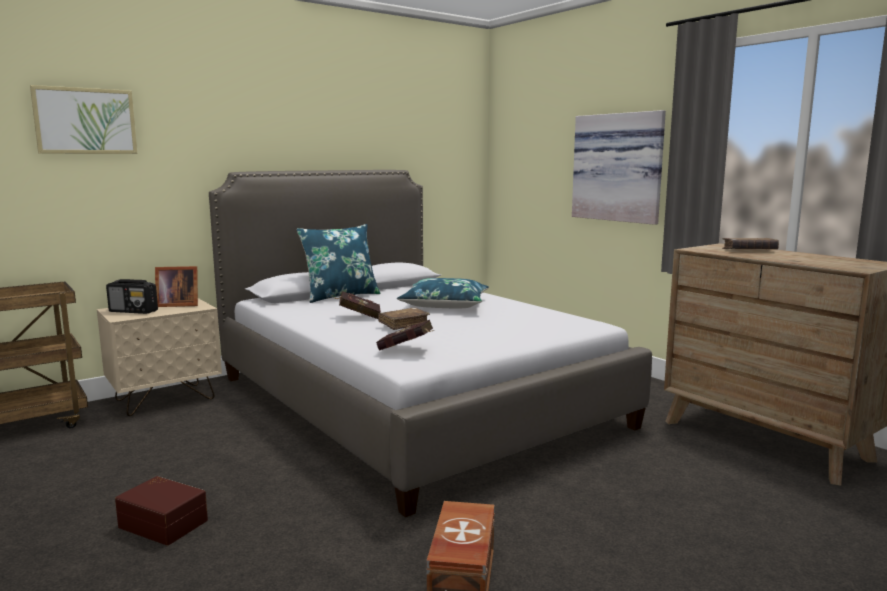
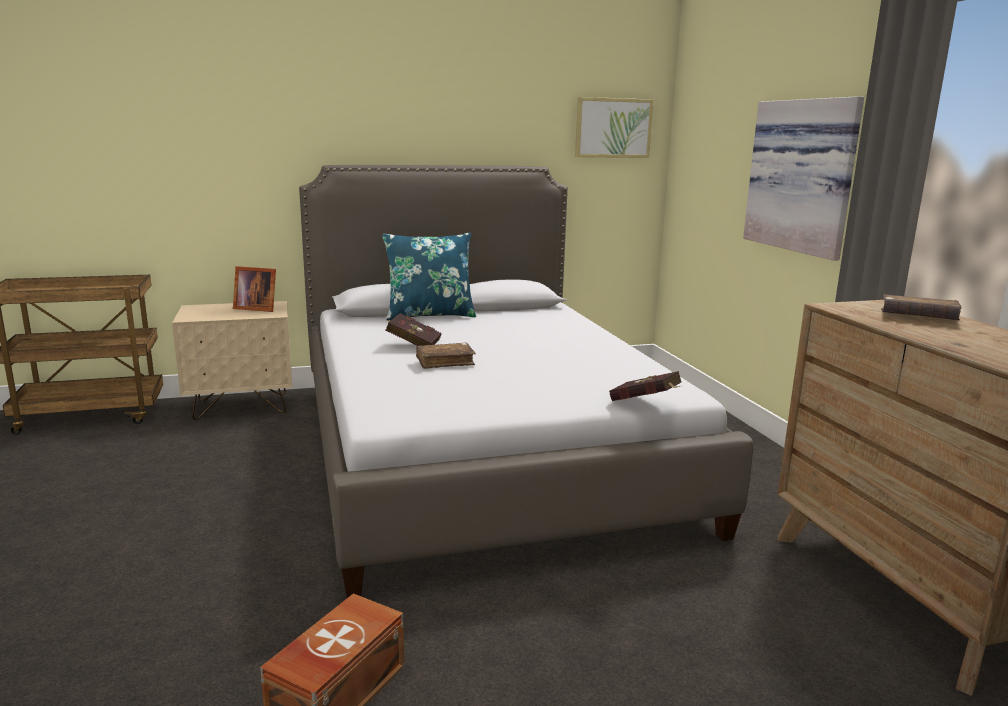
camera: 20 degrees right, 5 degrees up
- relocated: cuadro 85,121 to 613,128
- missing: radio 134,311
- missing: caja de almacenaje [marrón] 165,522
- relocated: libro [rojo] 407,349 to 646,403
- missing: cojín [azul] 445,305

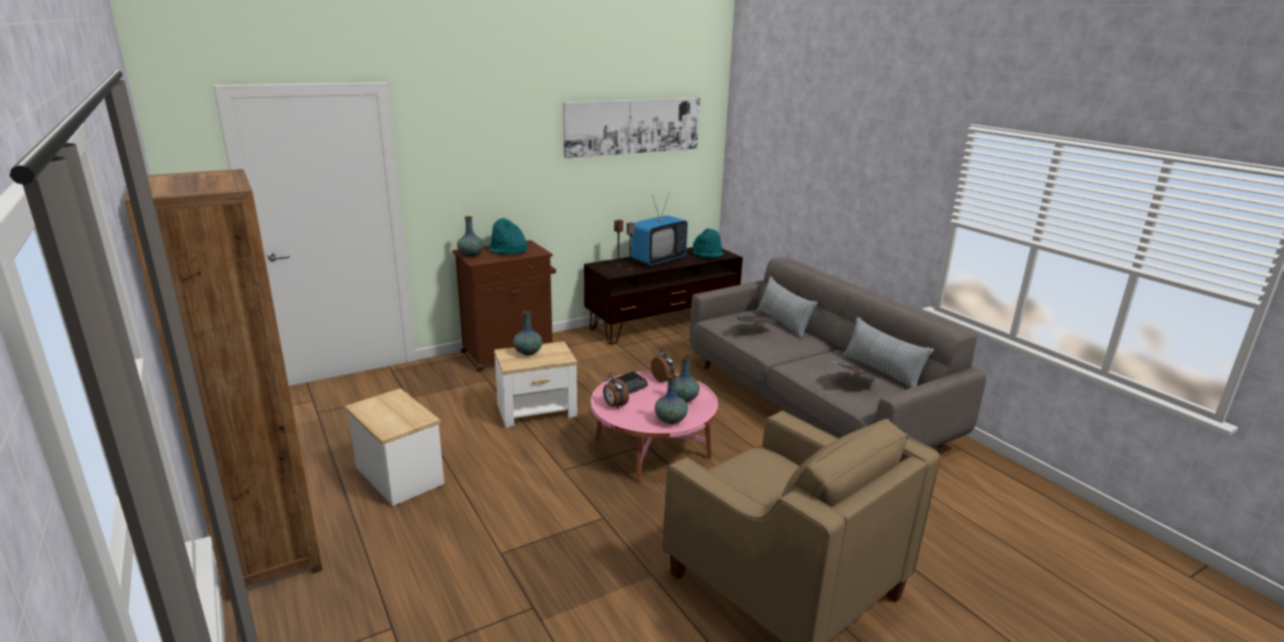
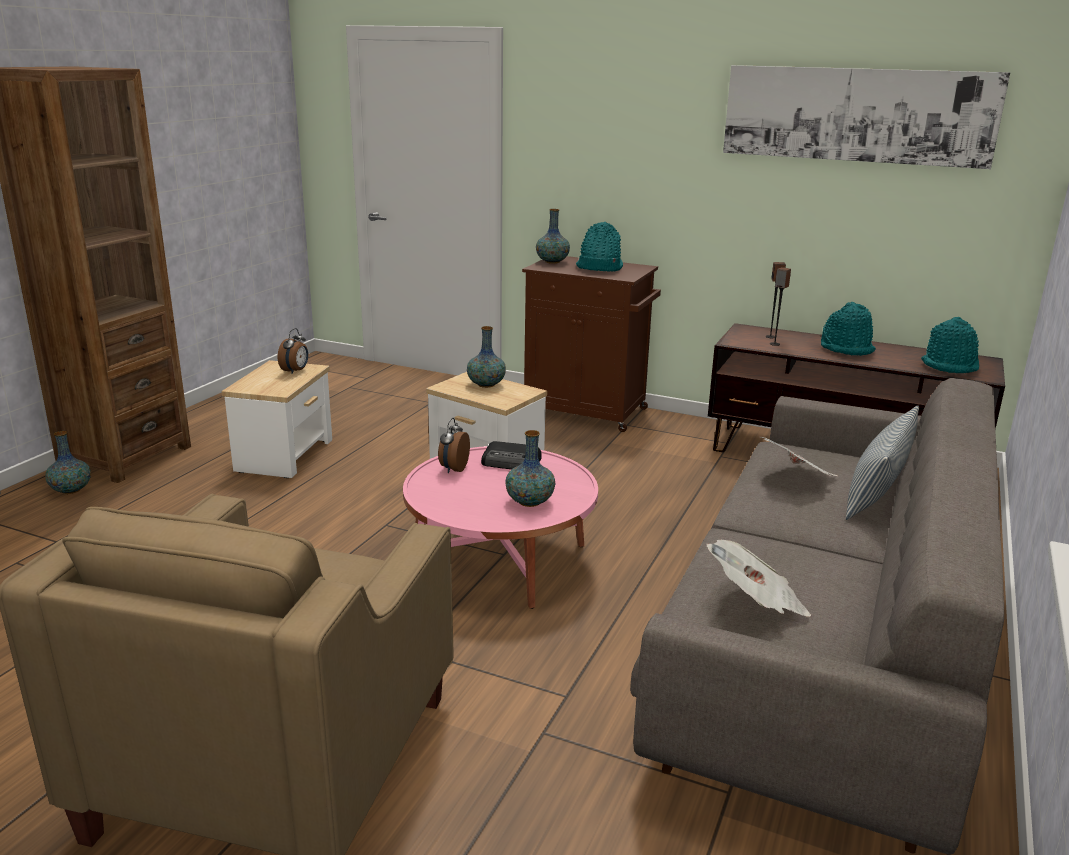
camera: 55 degrees right, 0 degrees up
- exchanged: televisor 658,260 to sombrero [turquesa] 847,348
- relocated: despertador 663,379 to 295,371
- relocated: florero 670,420 to 71,490
- missing: cojín 881,371

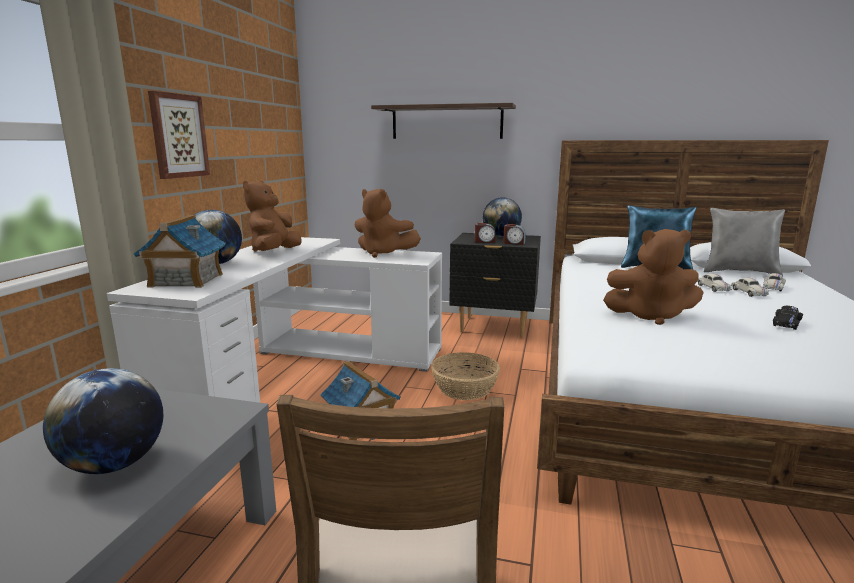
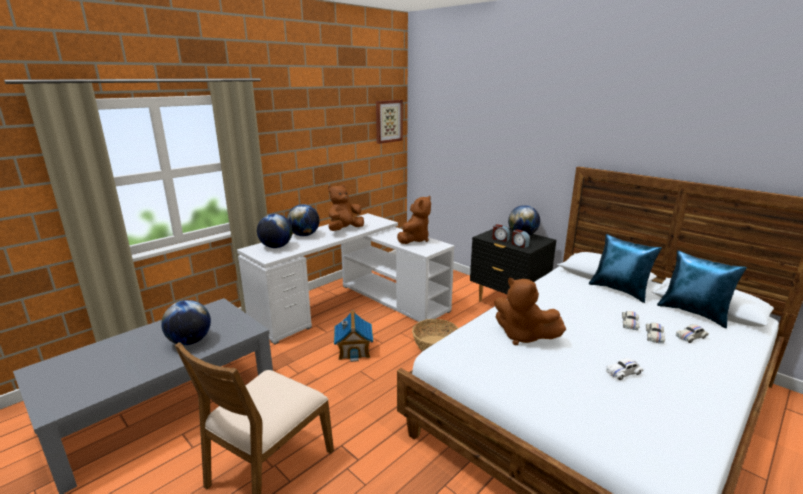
camera: 30 degrees right, 5 degrees up
- exchanged: casita 186,280 to globo terráqueo 276,247
- relocated: cuadro 178,136 to 388,121
- spun: peluche [marrón] 383,254 = 414,239 120 degrees counterclockwise
- missing: estante 446,122
- colour: cojín [gris] 740,272 to cojín [azul] 694,313
- colour: coche de juguete [negro] 786,324 to coche de juguete [blanco] 623,373

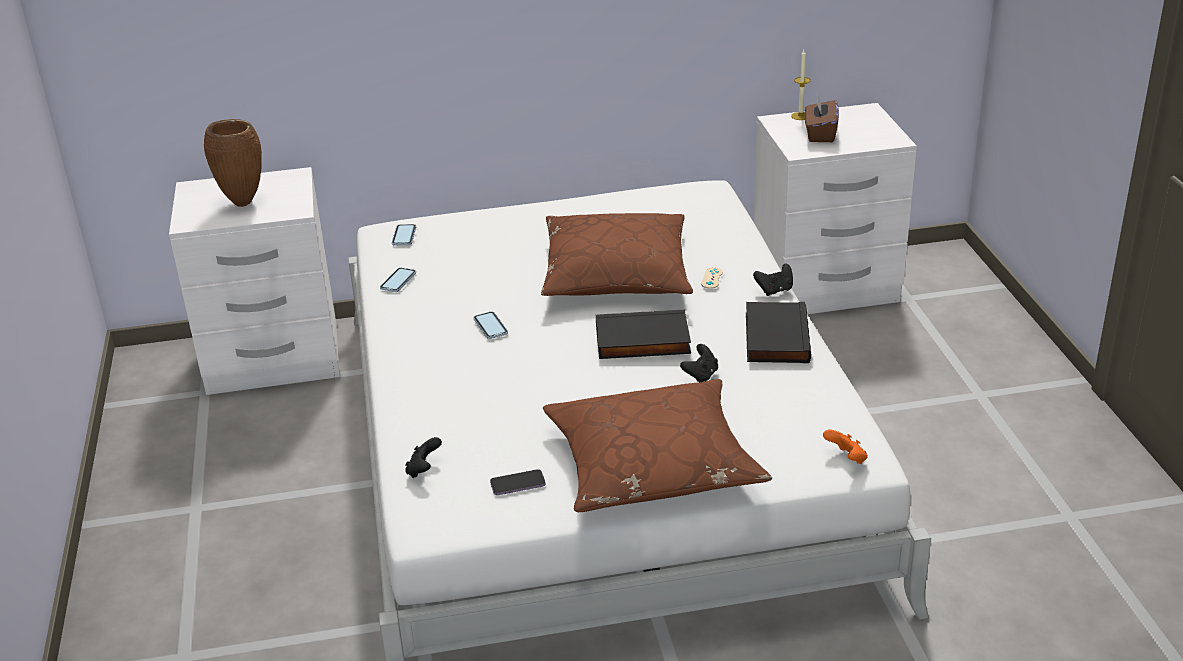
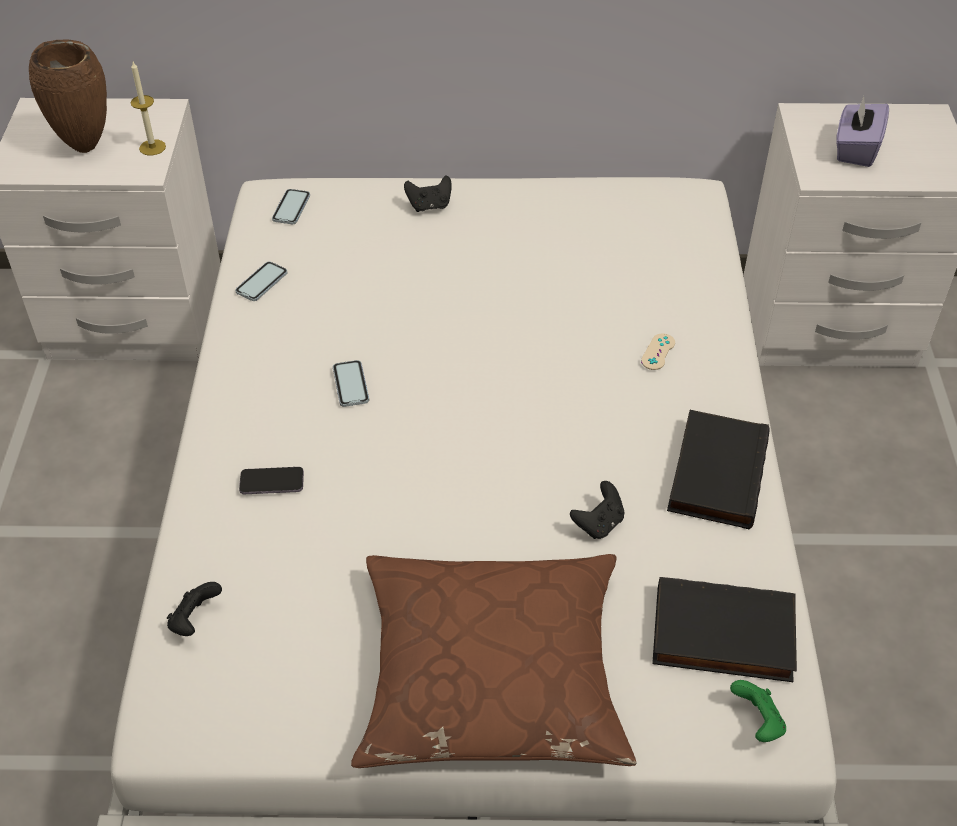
camera: 10 degrees right, 15 degrees up
- relocated: móvil 518,484 to 272,482
- missing: cojín [marrón] 616,273
- relocated: libro [negro] 642,341 to 721,637
- relocated: mando de consola [negro] 775,290 to 429,206
- relocated: vela 800,116 to 152,147
- colour: caja de pañuelos [marrón] 820,134 to caja de pañuelos [morado] 855,149
- colour: mando de consola [naranja] 846,459 to mando de consola [verde] 757,722

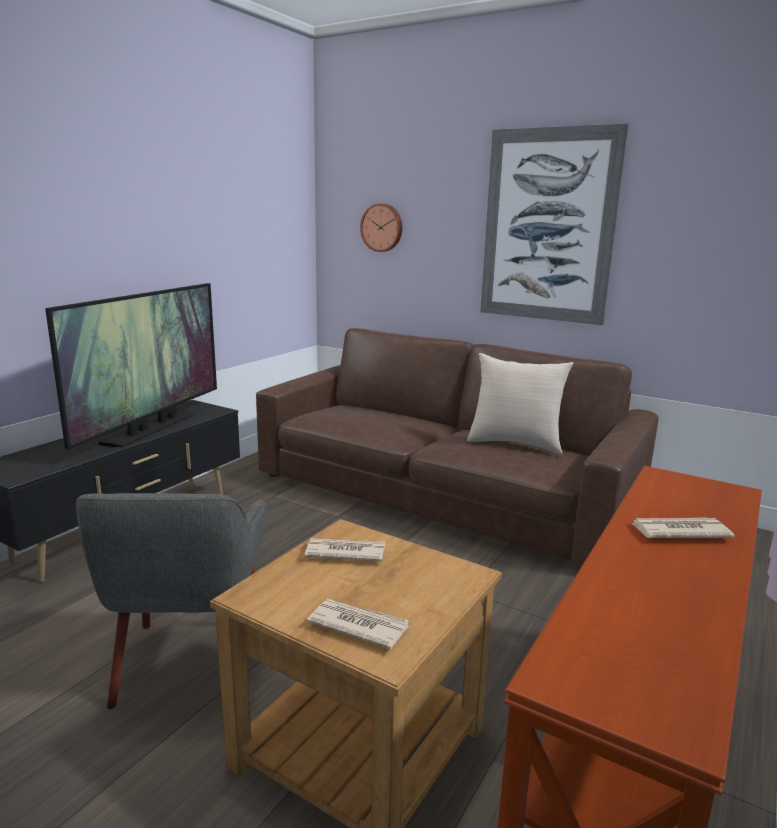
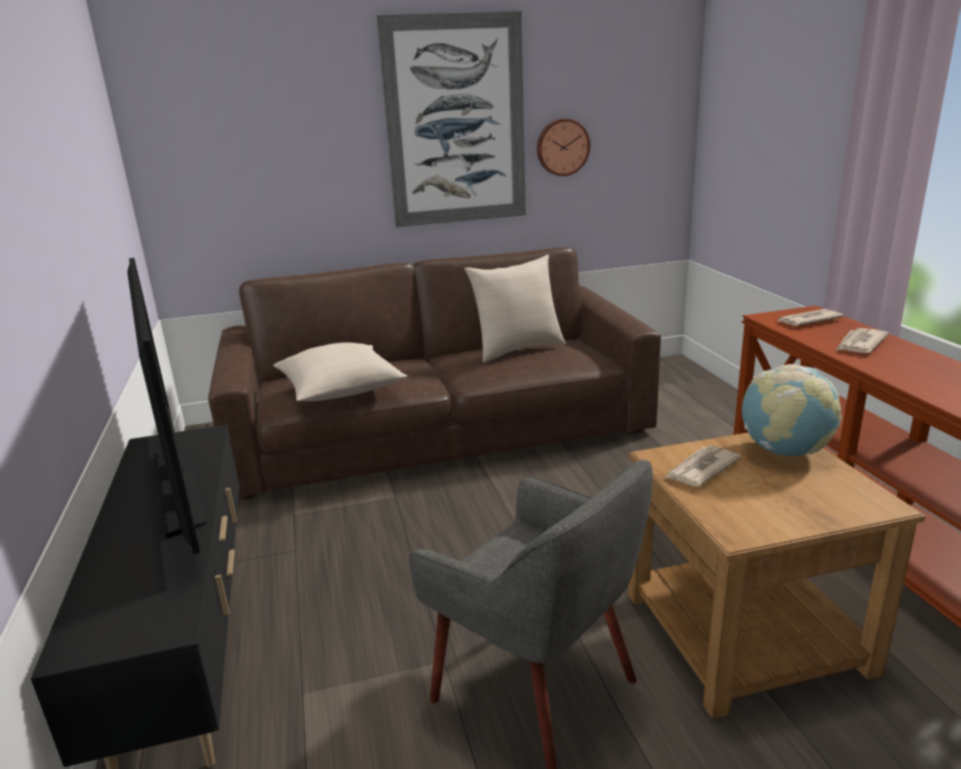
camera: 45 degrees left, 5 degrees up
- relocated: periódico 358,625 to 807,320
- relocated: reloj de pared 382,227 to 562,147
- appeared: cojín [beis] 340,389
- appeared: globo terráqueo 784,451

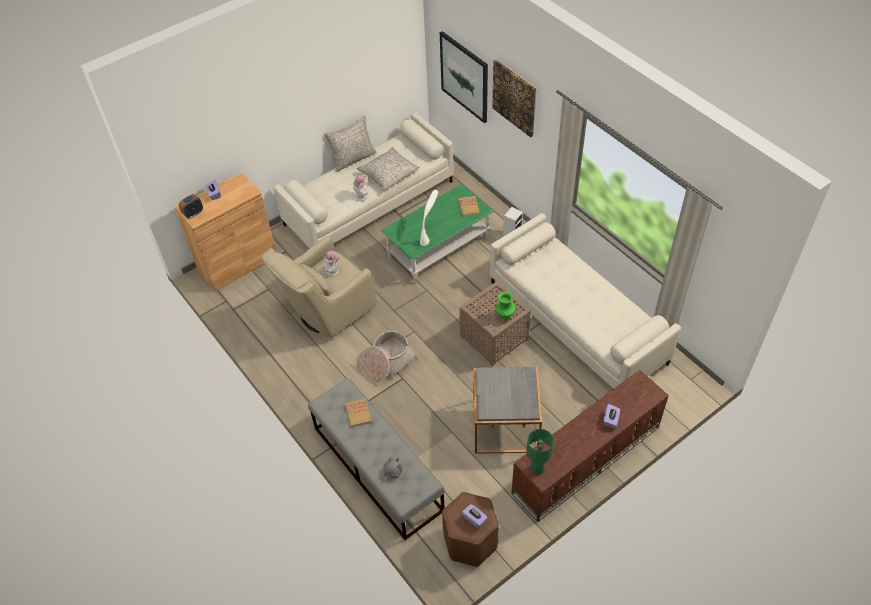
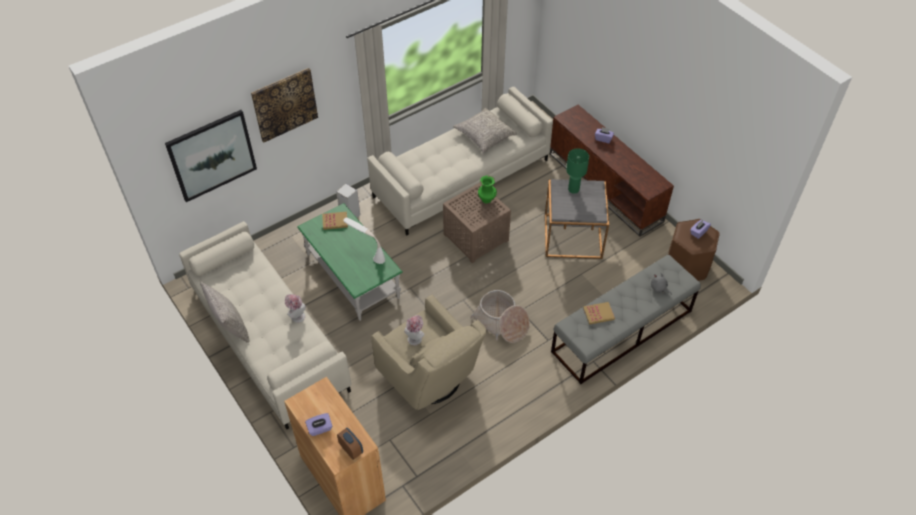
camera: 90 degrees left, 0 degrees up
- relocated: cojín [gris] 388,174 to 484,135
- relocated: lámpara de mesa [verde] 536,468 to 573,189

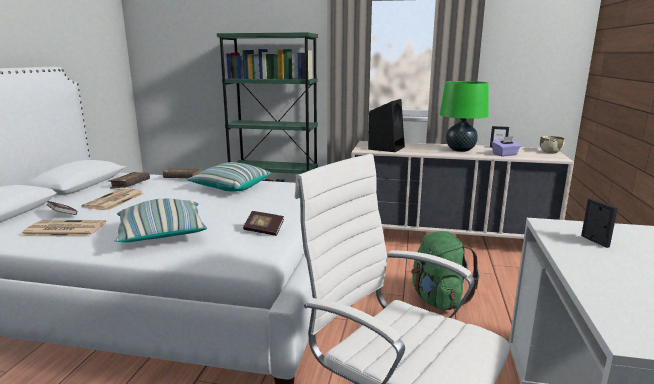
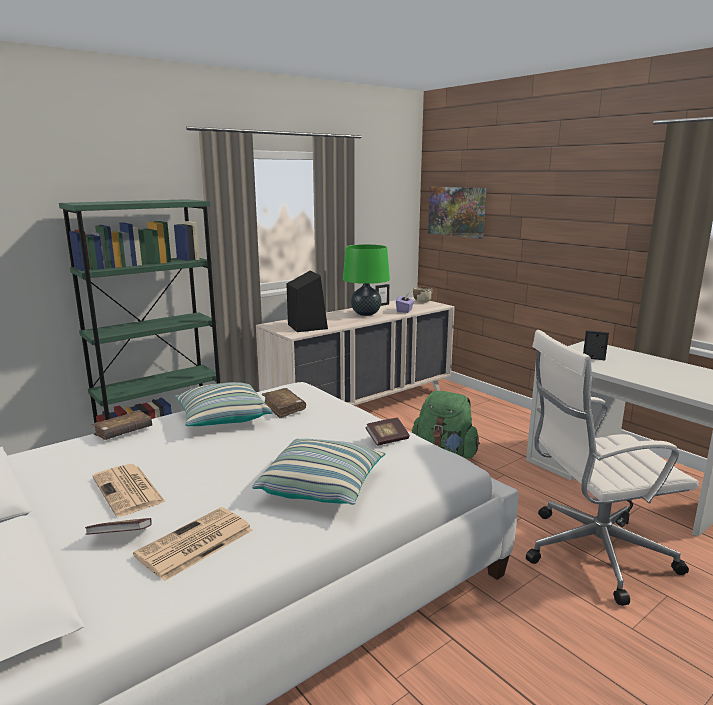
camera: 50 degrees left, 0 degrees up
- relocated: libro [marrón] 130,185 to 284,408
- appeared: cuadro 457,211

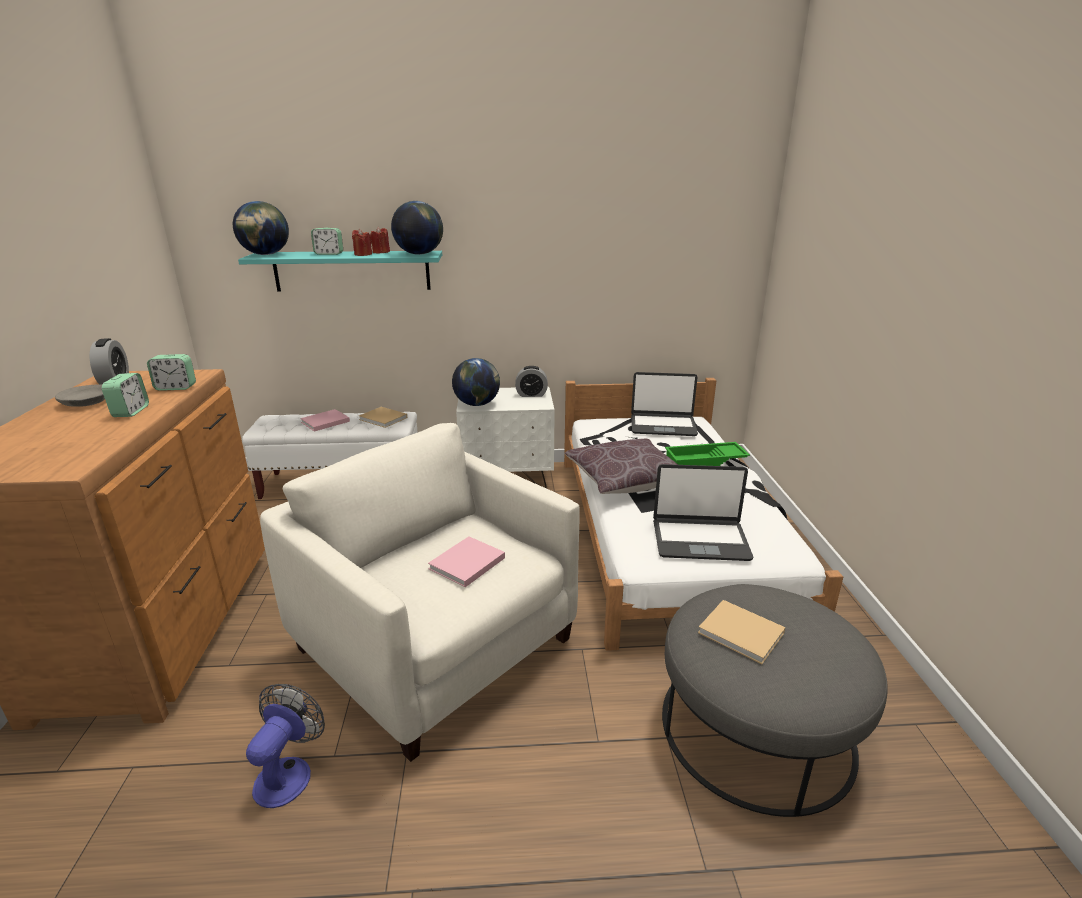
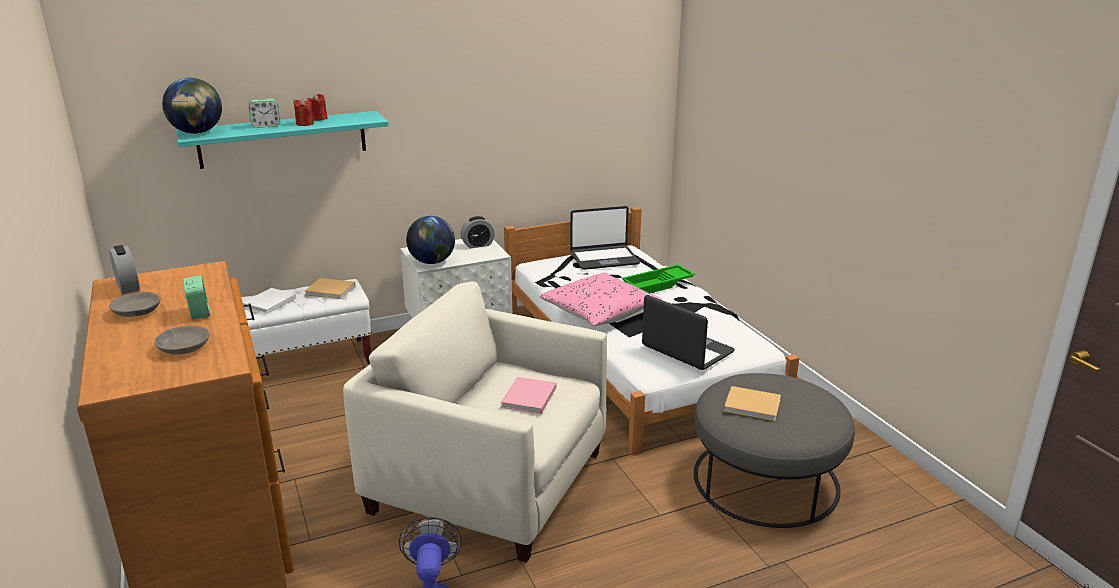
camera: 20 degrees left, 0 degrees up
- missing: despertador 176,387
- colour: libro [rosa] 324,422 to libro [blanco] 268,303
- missing: globo terráqueo 419,254
- colour: cojín [marrón] 625,479 to cojín [rosa] 599,312
- spun: portátil 700,540 = 687,350 120 degrees counterclockwise
- appeared: cuenco [gris] 183,347

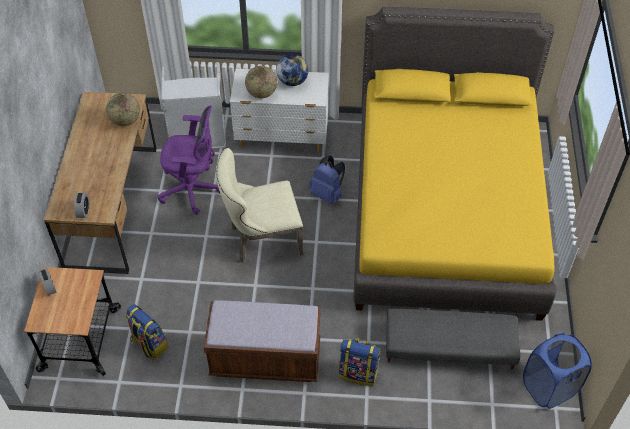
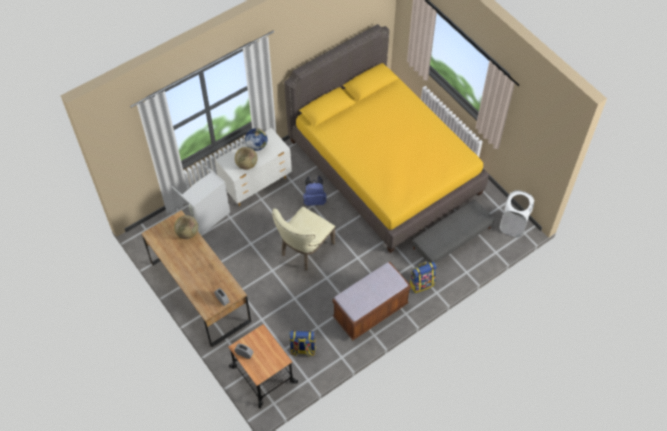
camera: 40 degrees left, 5 degrees up
- missing: silla de oficina [morado] 193,190
- colour: cesto de la ropa [azul] 549,387 to cesto de la ropa [blanco] 513,225

